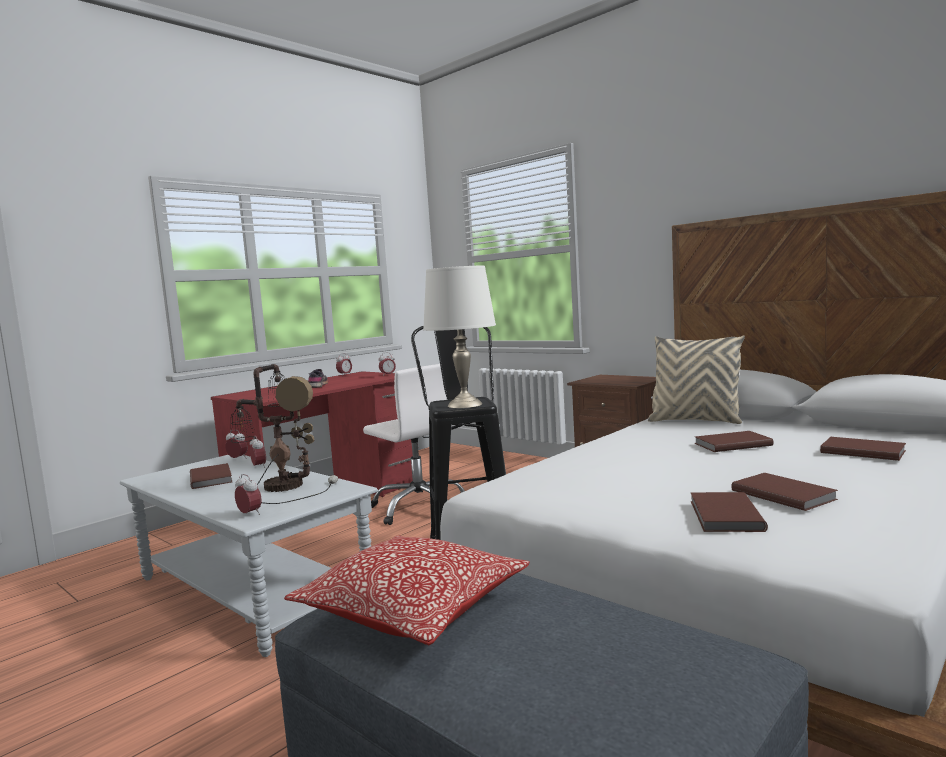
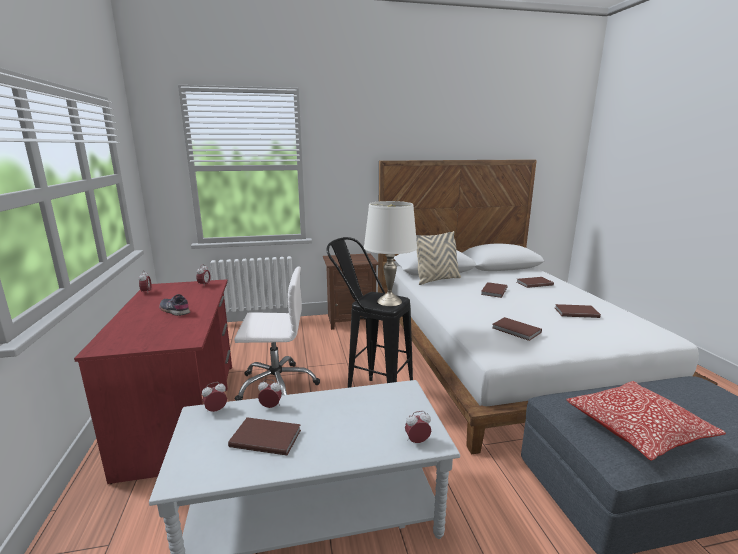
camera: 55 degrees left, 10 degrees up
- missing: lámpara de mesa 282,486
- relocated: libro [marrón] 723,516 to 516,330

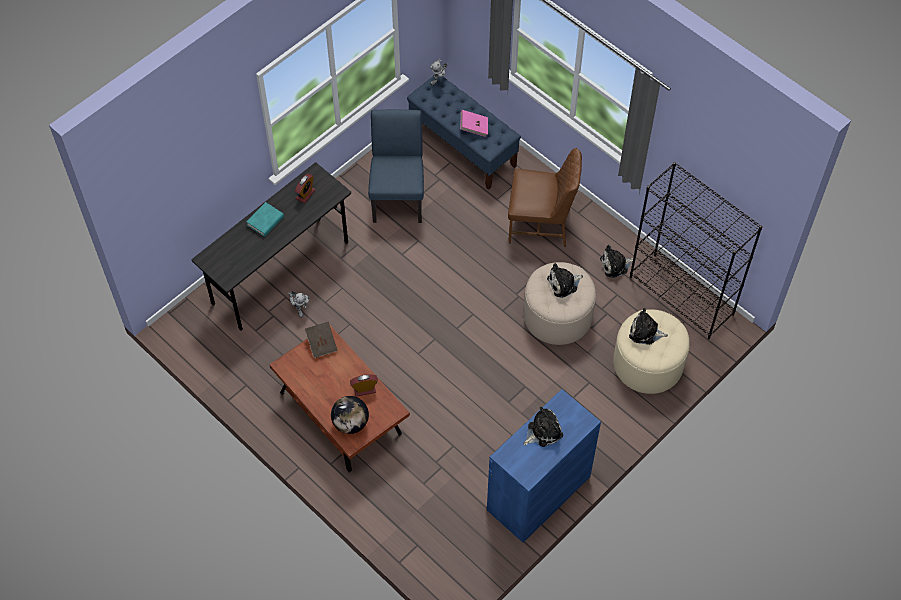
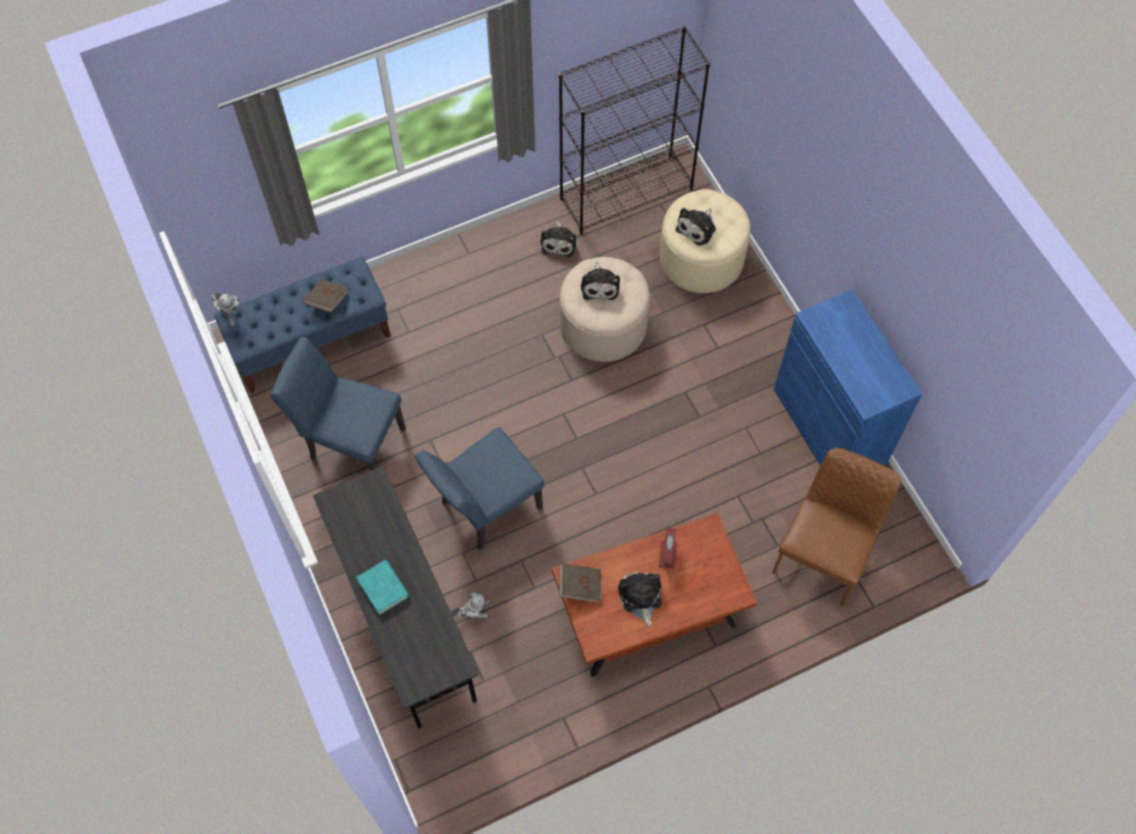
camera: 70 degrees left, 5 degrees up
- missing: despertador 305,194
- missing: globo terráqueo 350,423
- colour: libro [rosa] 474,127 to libro [marrón] 327,301
- relocated: silla [marrón] 541,224 to 824,553
- relocated: peluche 543,431 to 640,597
- appeared: silla [azul] 484,509

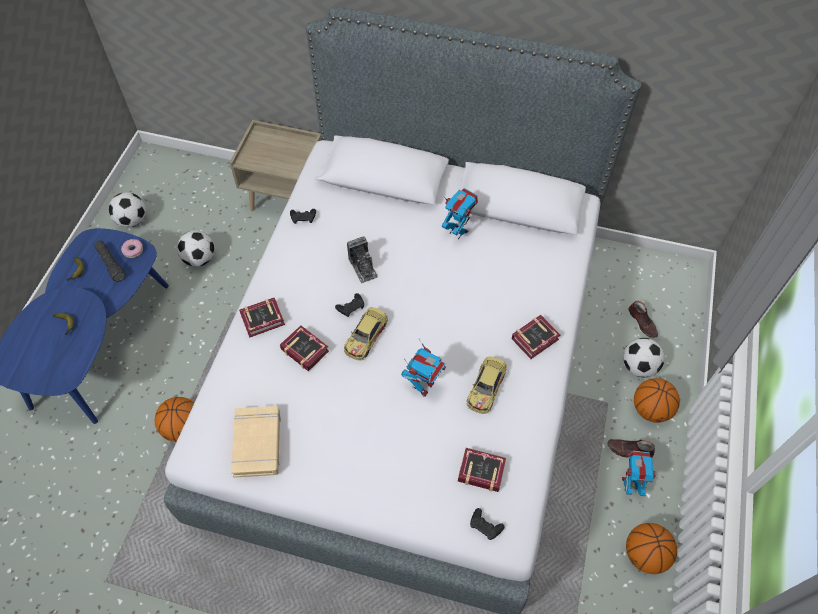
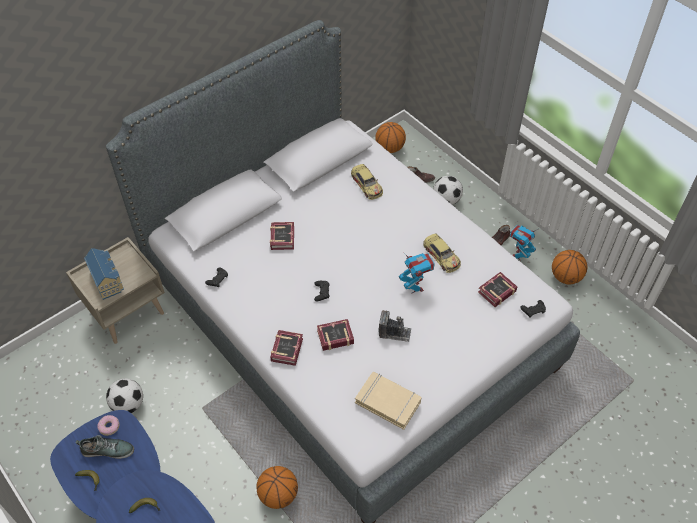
camera: 55 degrees left, 5 degrees down
- exchanged: linterna [negro] 111,264 to zapato 108,450
- missing: balón de fútbol 132,220
- relocated: coche de juguete 366,336 to 366,184
- relocated: cámara 363,267 to 394,332
- missing: robot de juguete 458,231
- relocated: libro 537,339 to 283,237
- relocated: balón de baloncesto 650,409 to 390,148
- appeared: casita 107,280

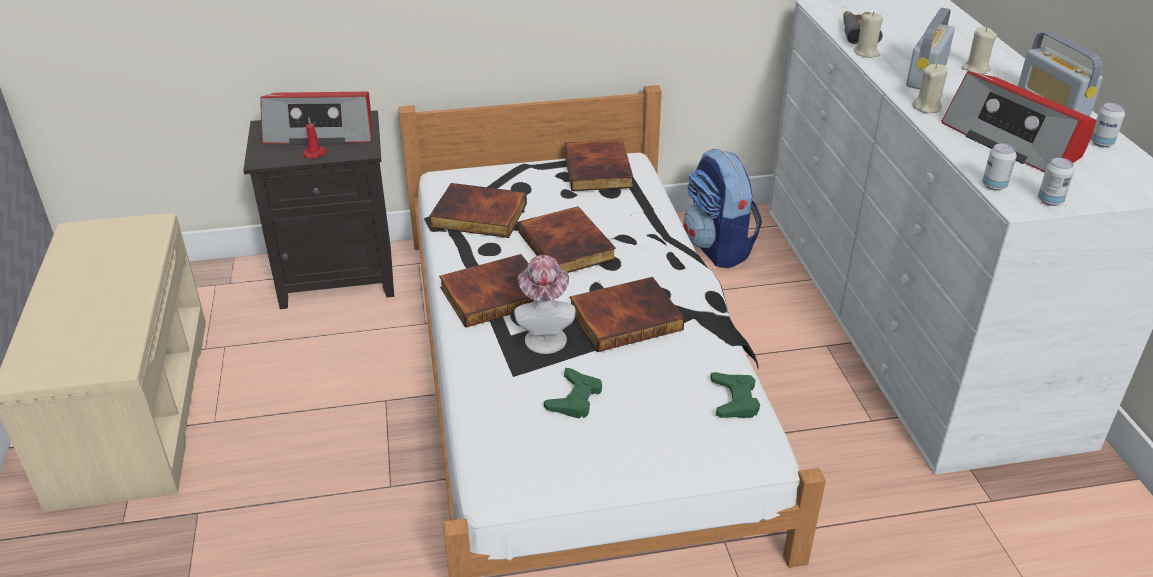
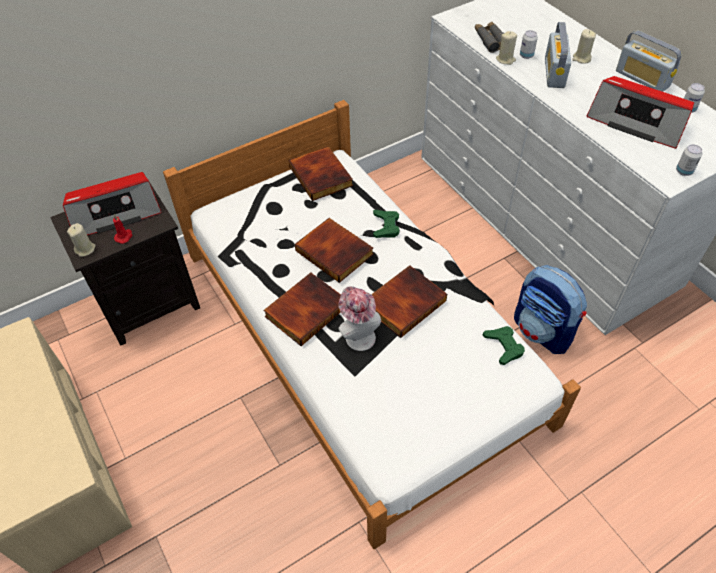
camera: 20 degrees left, 15 degrees up
- missing: libro 478,216
- relocated: mando de consola [verde] 575,399 to 386,226
- relocated: mochila 718,248 to 543,331
- relocated: vela [beis] 927,107 to 85,249
- relocated: lata 994,186 to 526,56

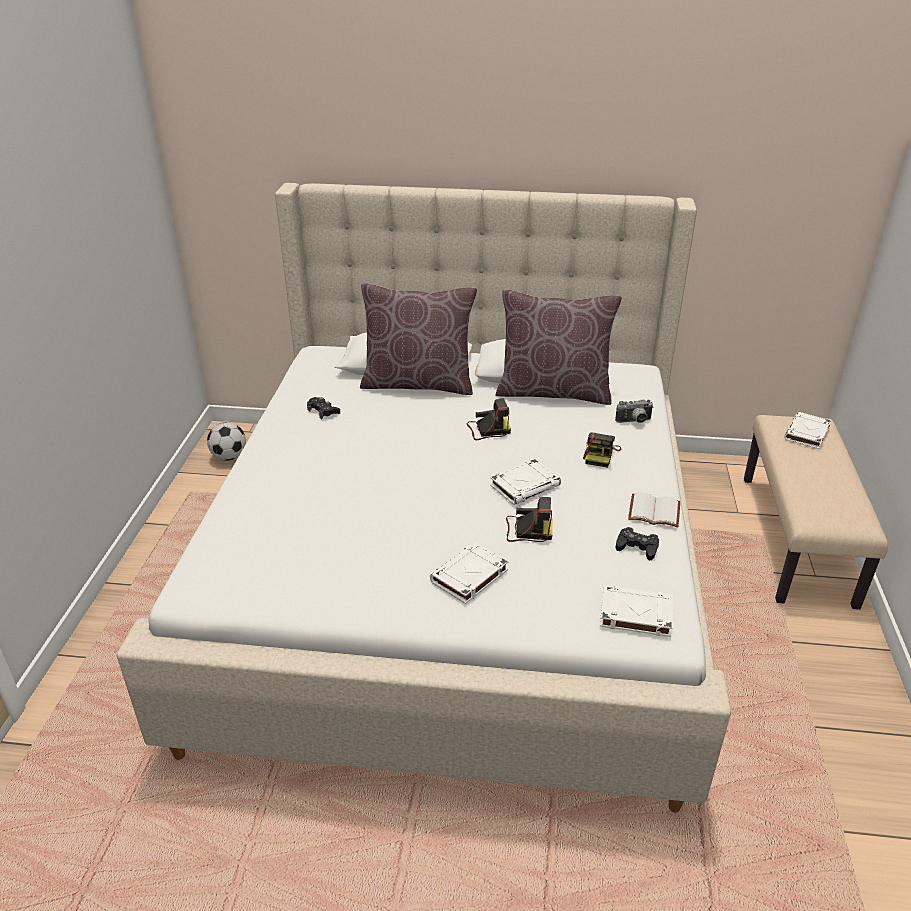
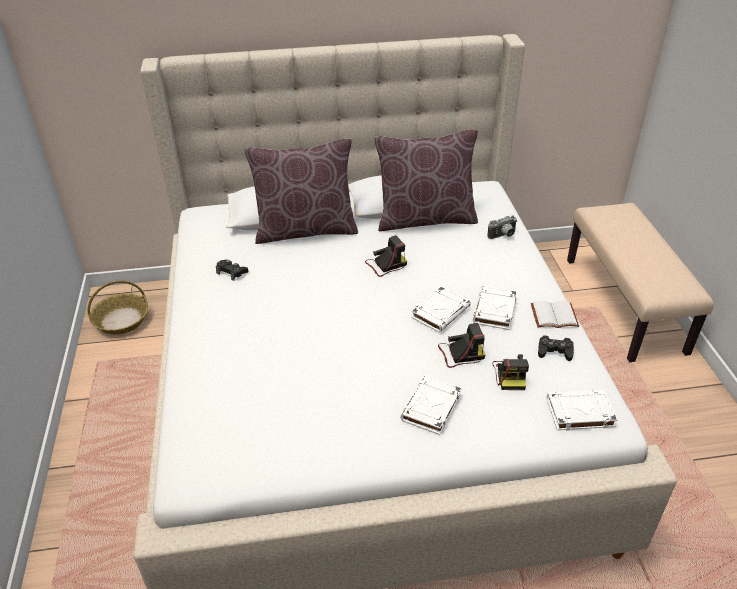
camera: 15 degrees left, 5 degrees up
- exchanged: balón de fútbol 229,456 to cesta 122,320
- relocated: cámara 600,454 to 511,374
- relocated: libro [blanco] 806,434 to 495,311

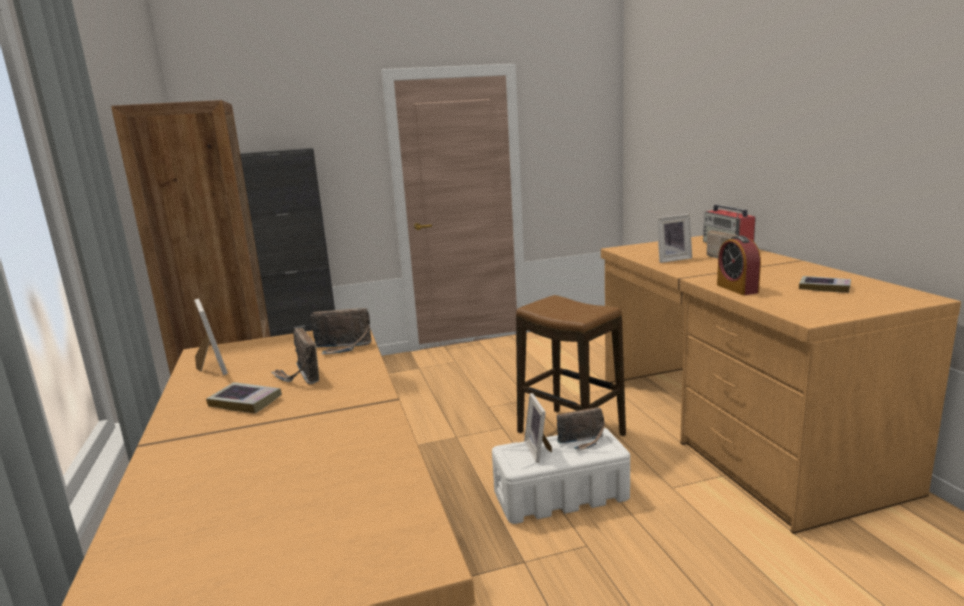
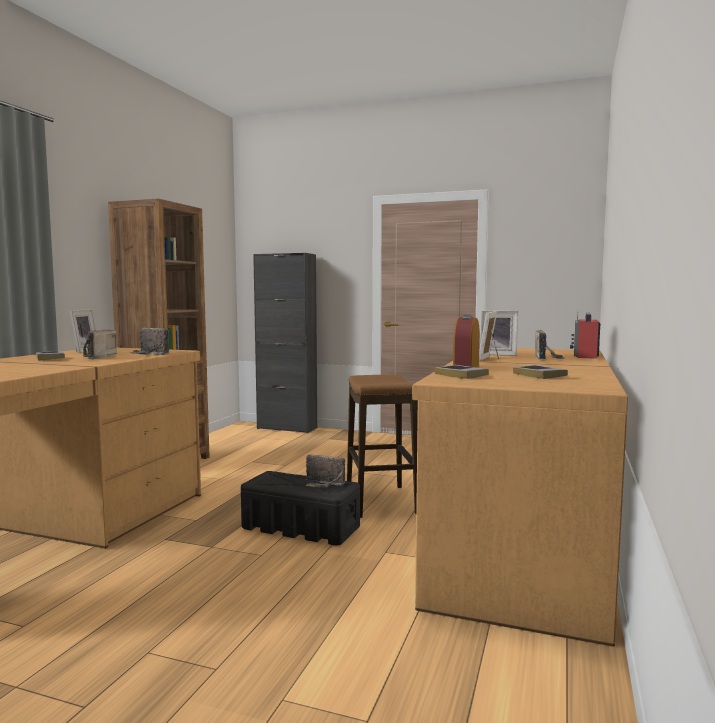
camera: 35 degrees right, 10 degrees down
- colour: caja de almacenaje [blanco] 560,496 to caja de almacenaje [negro] 300,527
- relocated: portarretratos 539,450 to 491,358
- appeared: libro 461,375

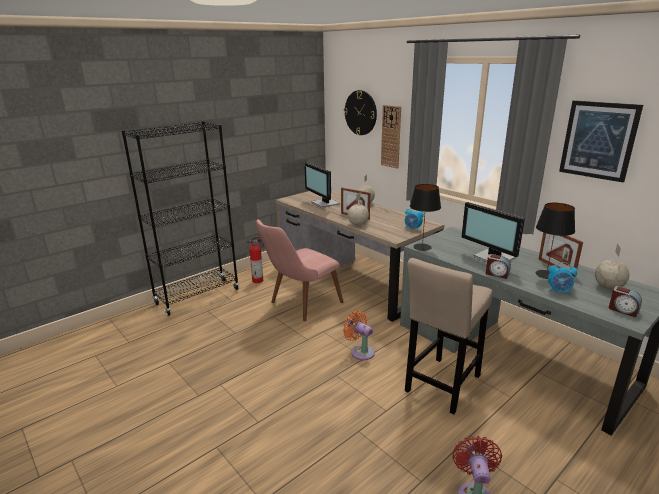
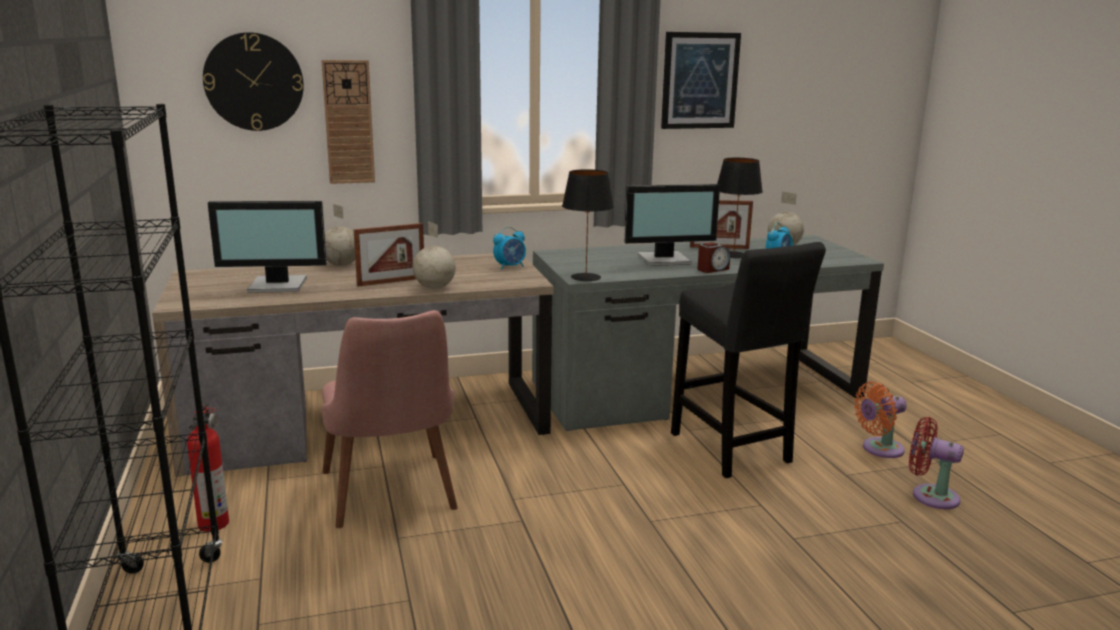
camera: 65 degrees left, 5 degrees down
- relocated: ventilador [naranja] 360,351 to 879,449
- colour: taburete [beis] 441,386 to taburete [negro] 732,451
- missing: despertador 623,310

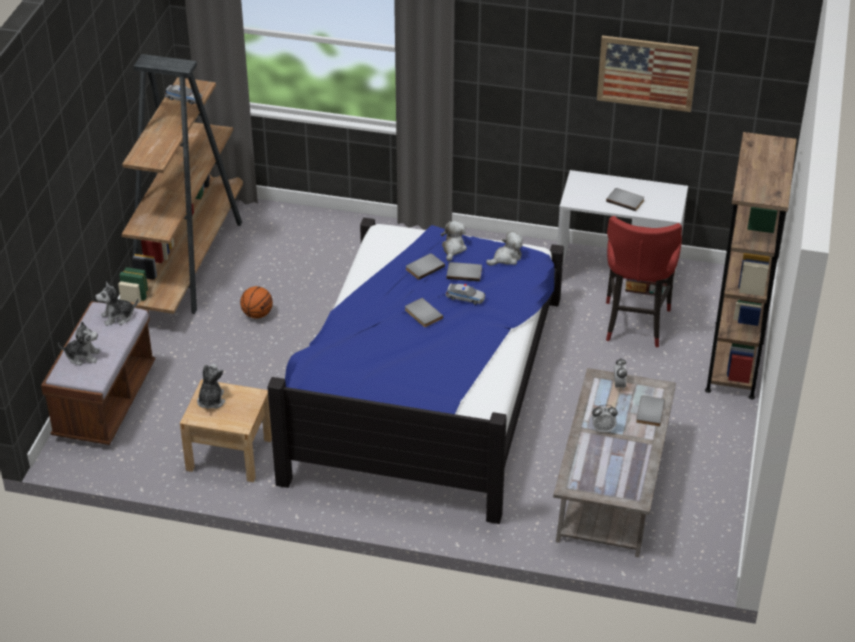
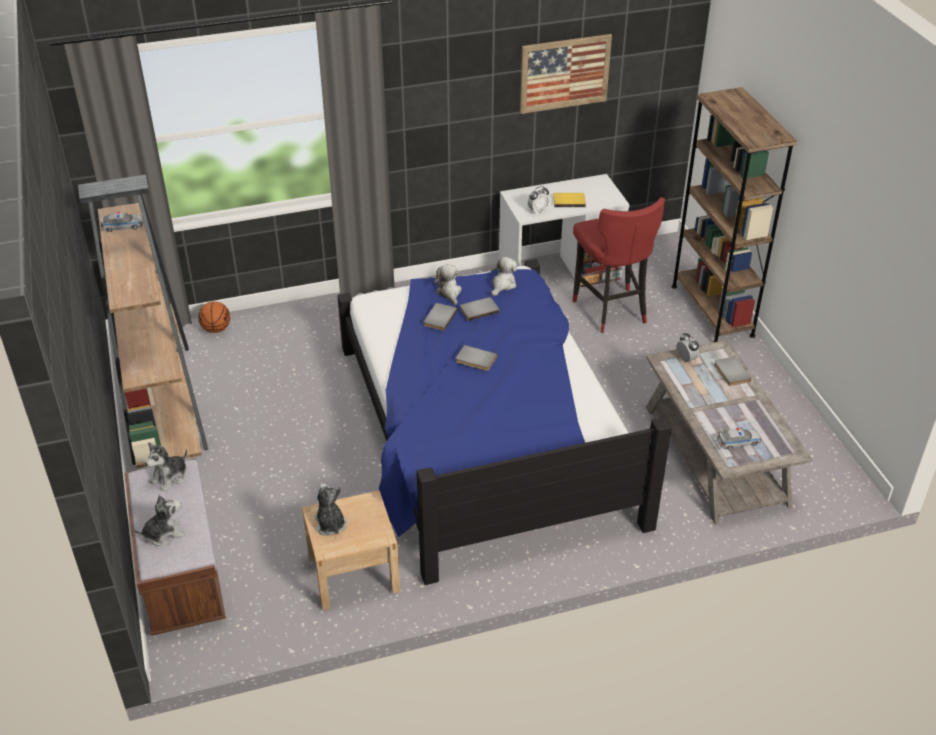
camera: 30 degrees left, 0 degrees up
- relocated: balón de baloncesto 257,314 to 216,329
- relocated: coche de juguete 465,297 to 738,442
- relocated: despertador 603,429 to 538,211
- colour: libro [gris] 625,200 to libro [amarillo] 569,201

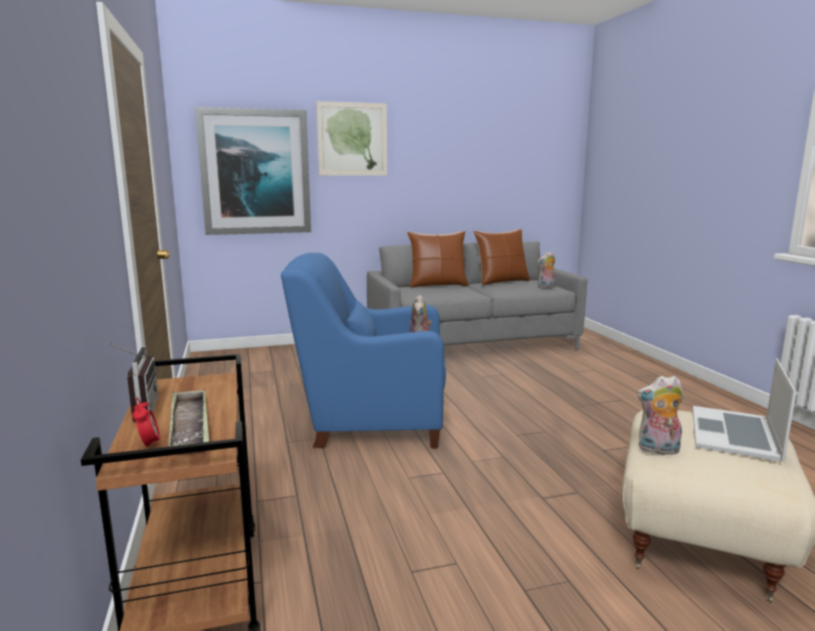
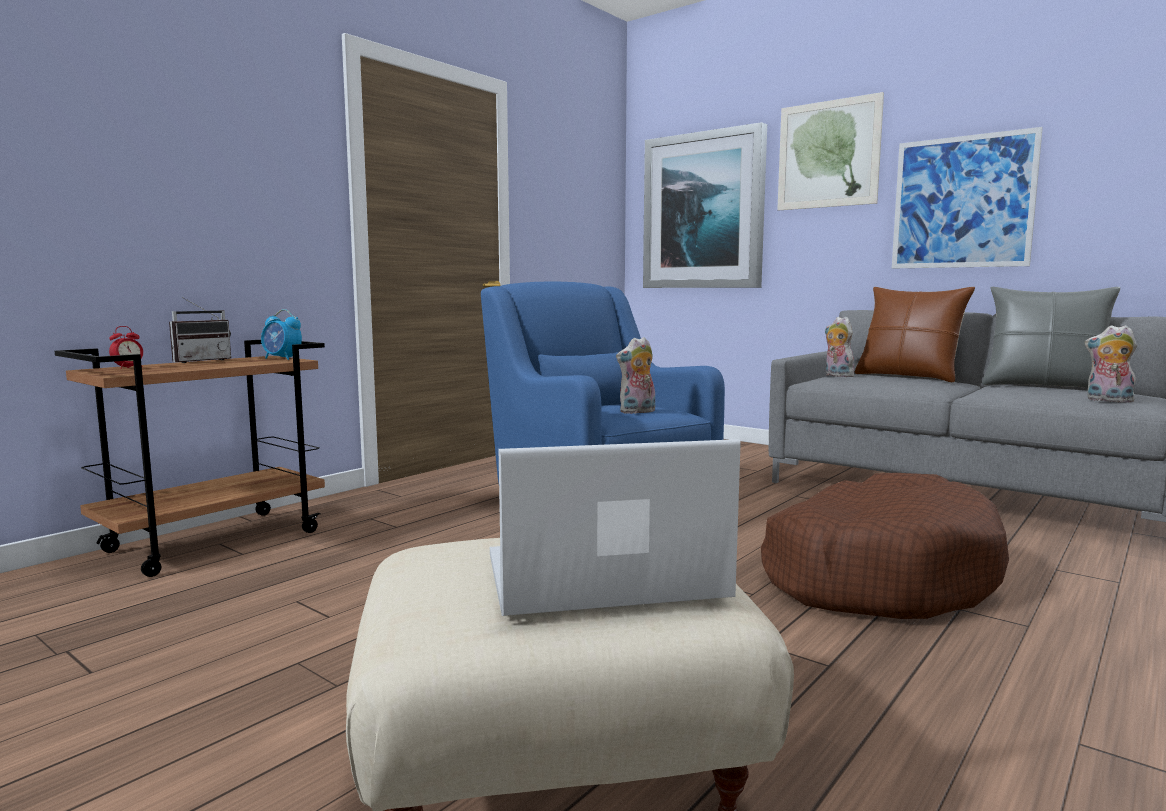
camera: 55 degrees right, 5 degrees down
- missing: bandeja 190,426
- colour: cojín [marrón] 501,281 to cojín [gris] 1044,386
- relocated: peluche 658,450 to 836,376
- appeared: despertador 282,359
- appeared: cama para perro [marrón] 877,574
- appeared: cuadro 962,202

